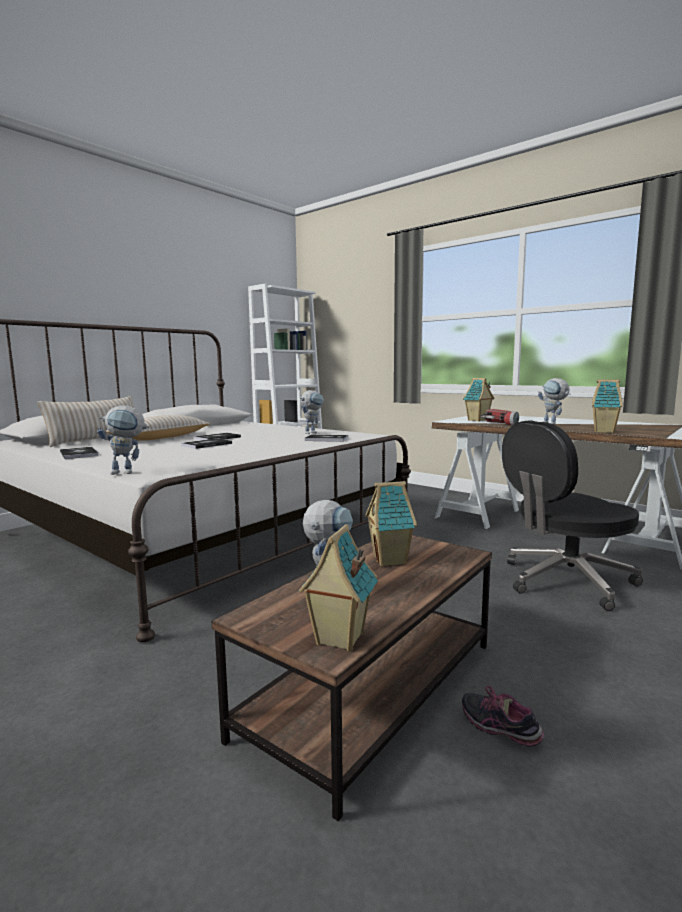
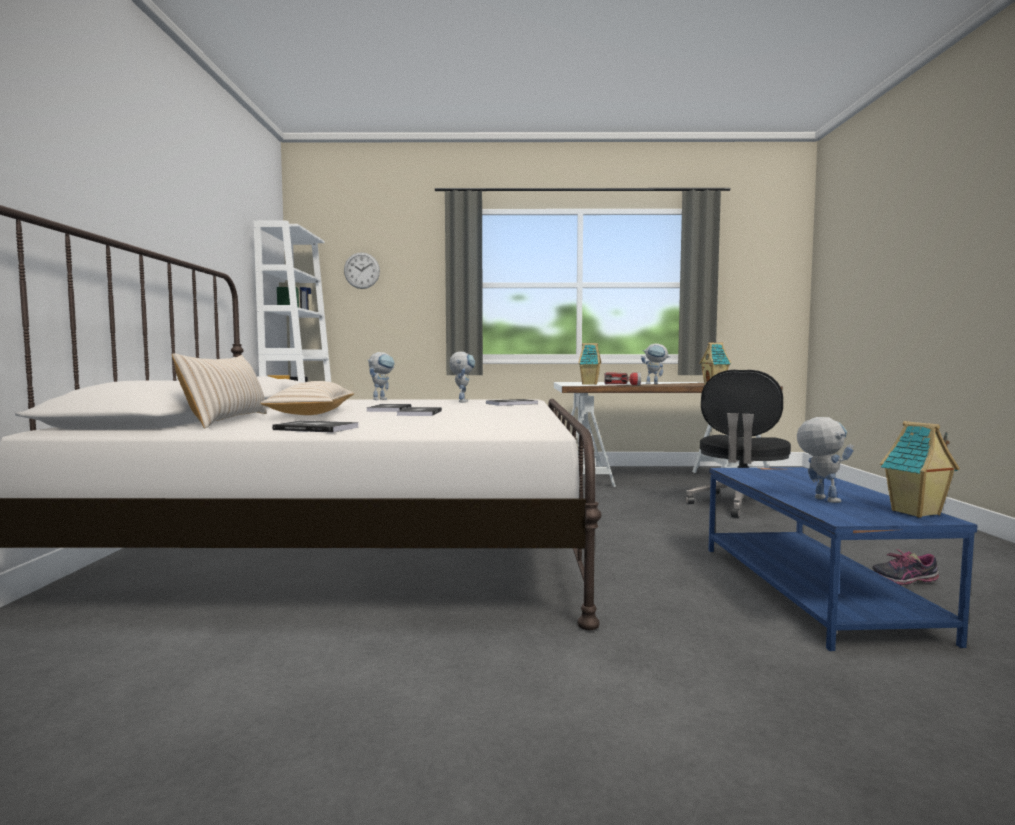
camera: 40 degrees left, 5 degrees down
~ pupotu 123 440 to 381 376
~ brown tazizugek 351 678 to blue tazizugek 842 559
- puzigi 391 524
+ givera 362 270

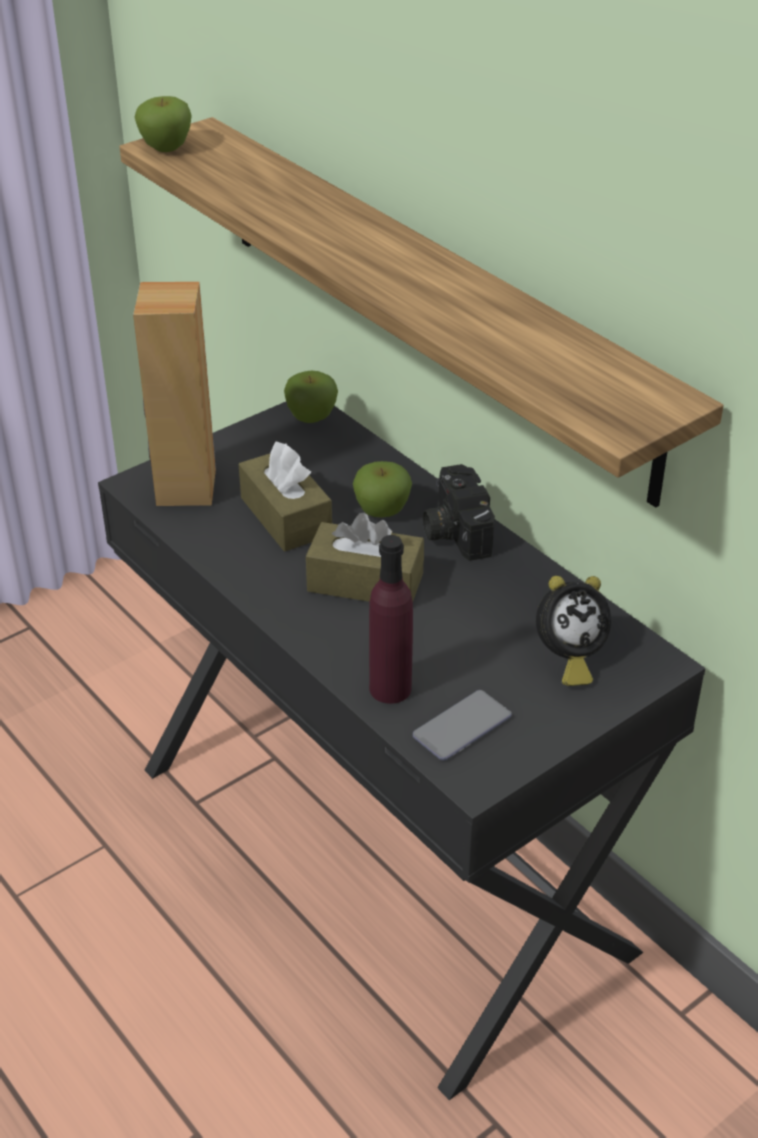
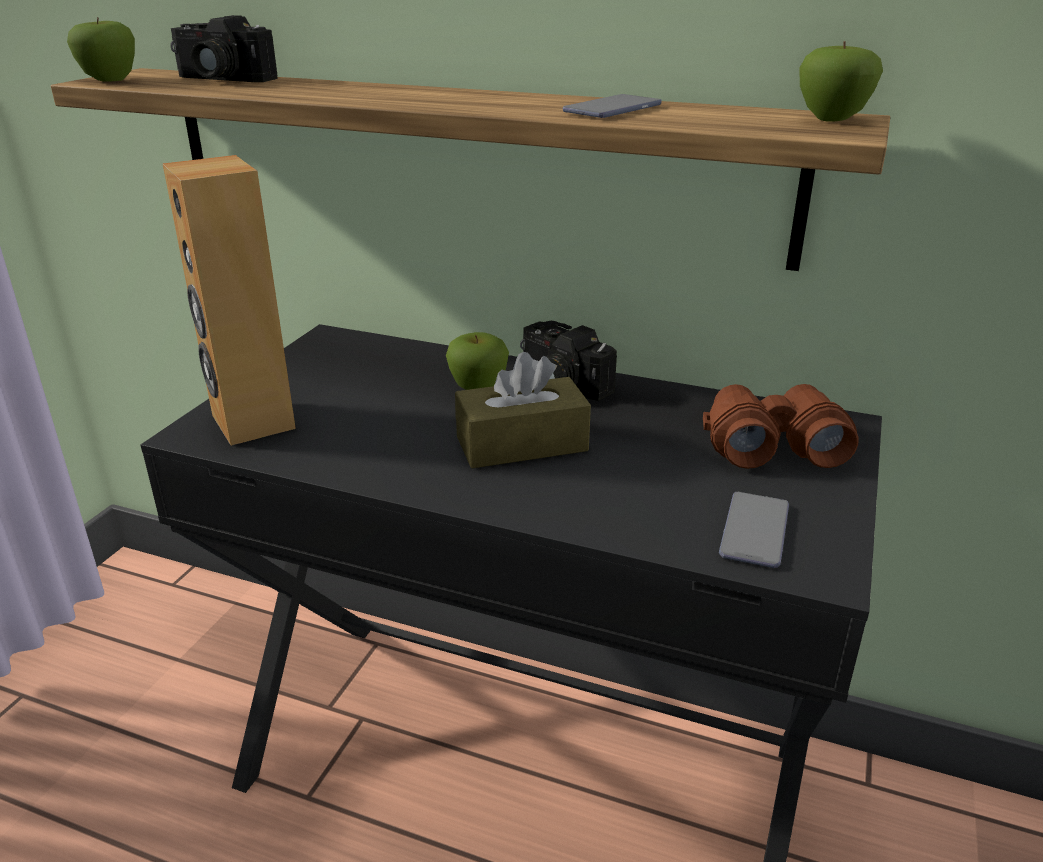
camera: 30 degrees left, 10 degrees down
- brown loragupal 285 496
~ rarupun 311 397 to 841 81
- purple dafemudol 391 619
~ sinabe 573 631 to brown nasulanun 781 426
+ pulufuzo 224 48
+ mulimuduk 612 106

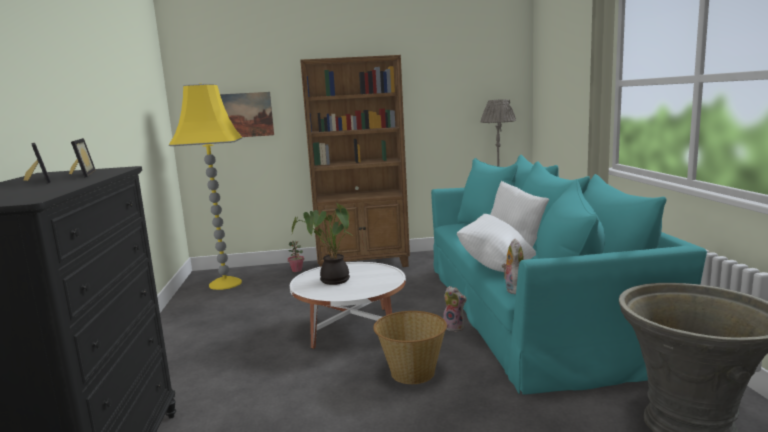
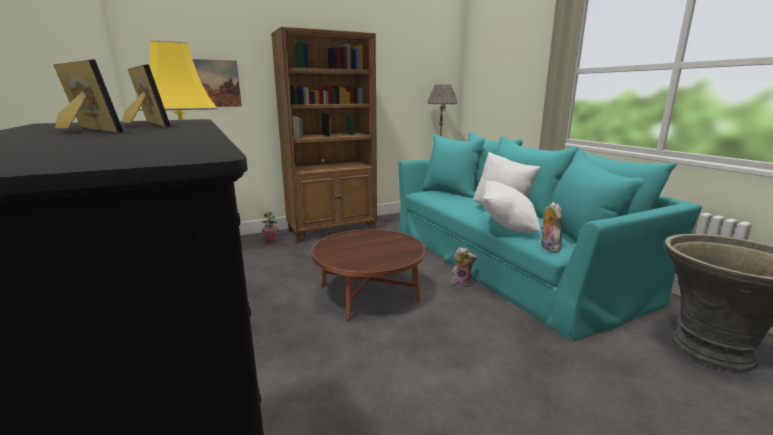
camera: 20 degrees left, 5 degrees up
~ white tazizugek 348 305 to brown tazizugek 368 275
- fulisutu 321 244
- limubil 410 347

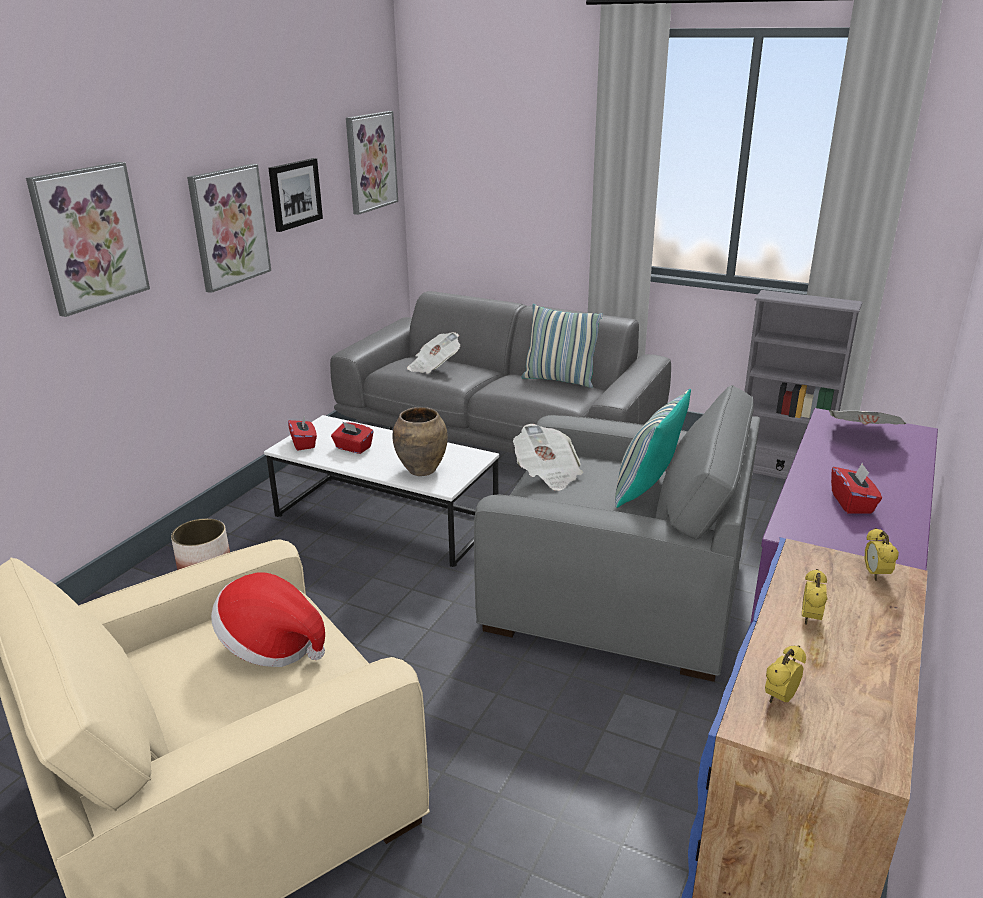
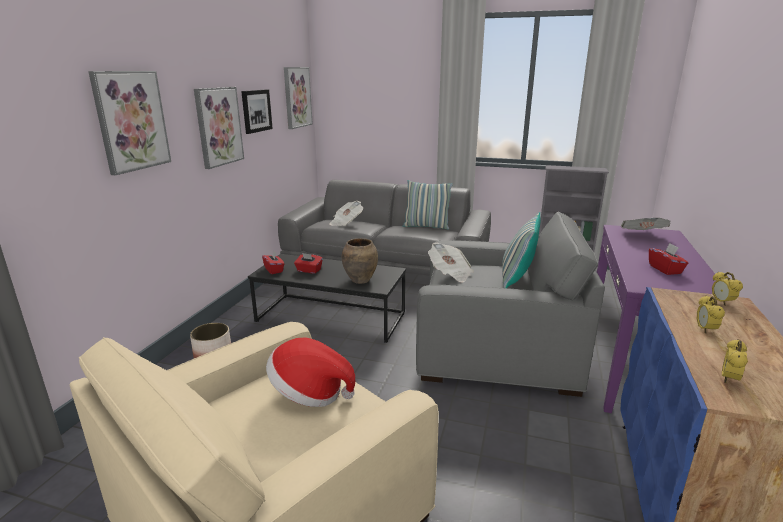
camera: 10 degrees left, 5 degrees down
~ white tazizugek 381 491 to black tazizugek 327 298

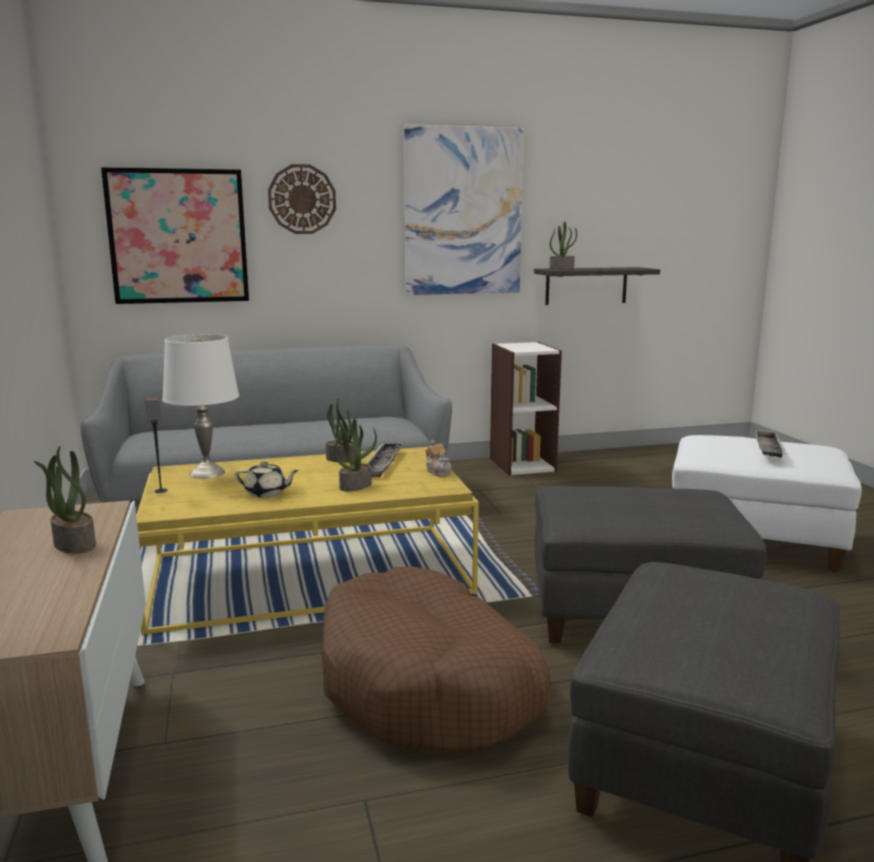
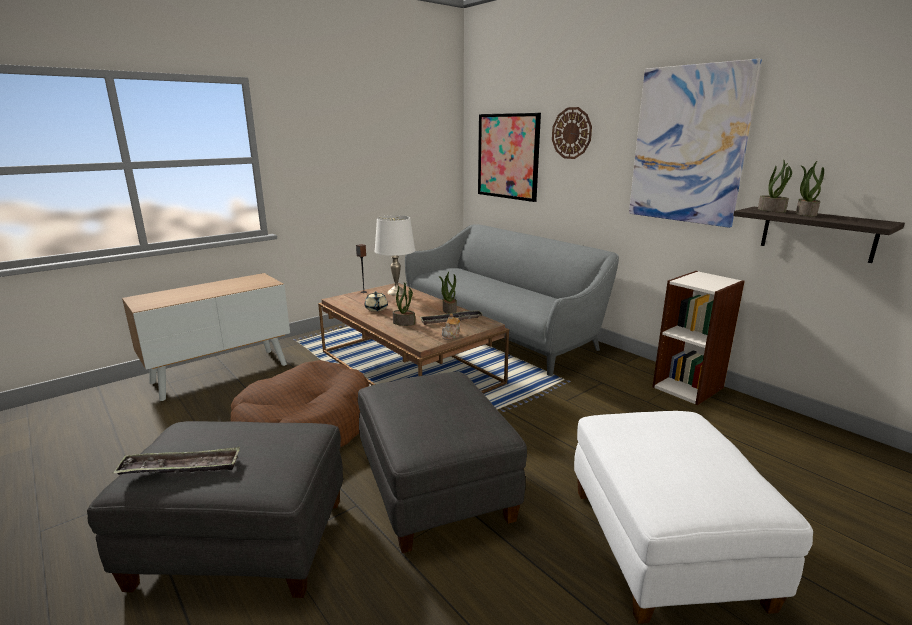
camera: 65 degrees right, 5 degrees up
~ fulisutu 65 500 to 810 189
~ yellow tazizugek 307 541 to brown tazizugek 413 338
~ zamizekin 770 443 to 176 461

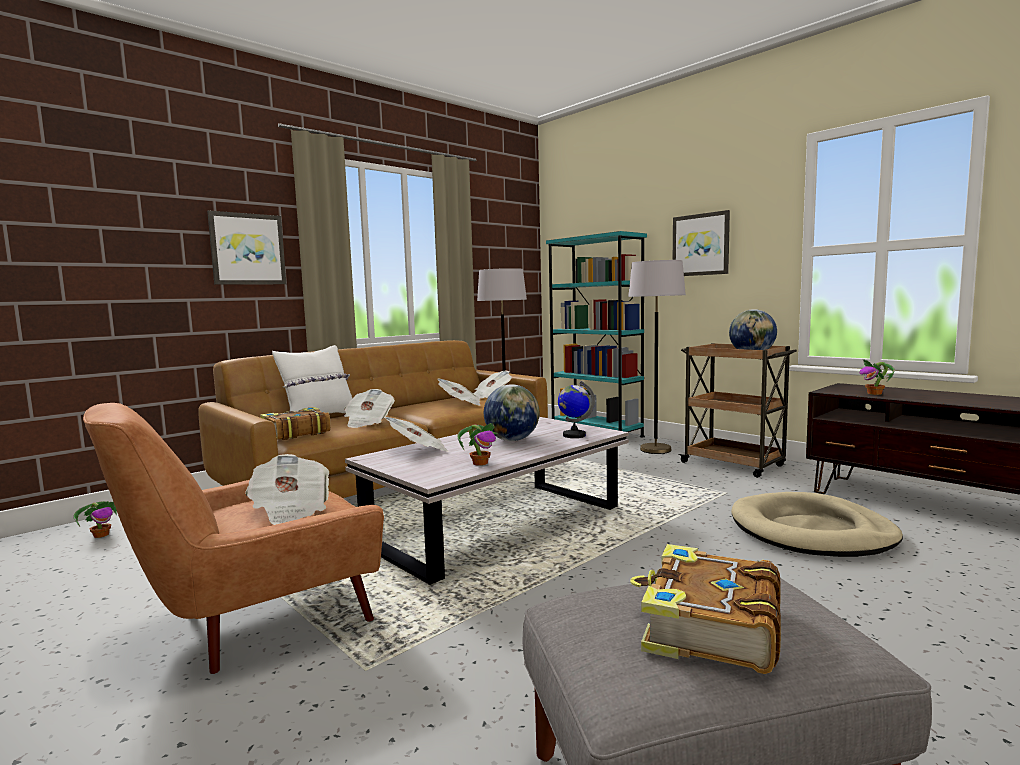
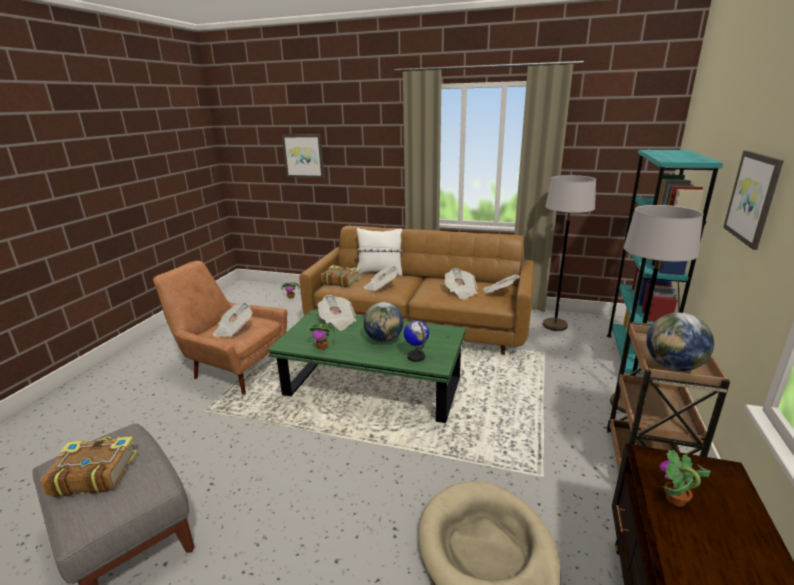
camera: 60 degrees right, 15 degrees up
~ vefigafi 246 248 to 303 156
~ white tazizugek 487 501 to green tazizugek 367 366

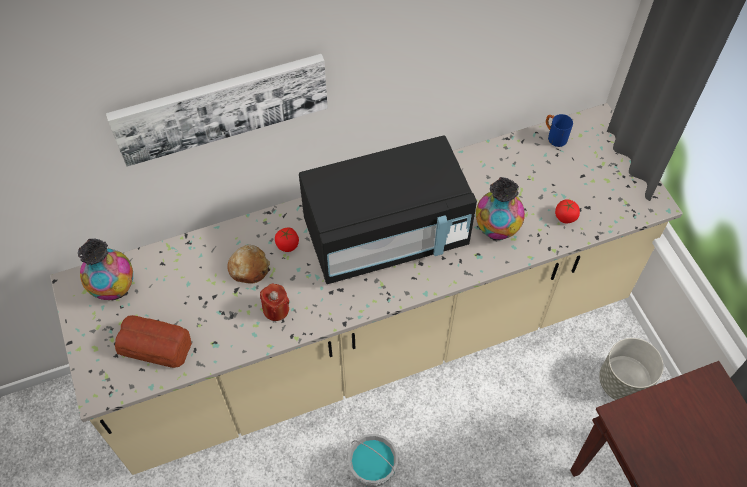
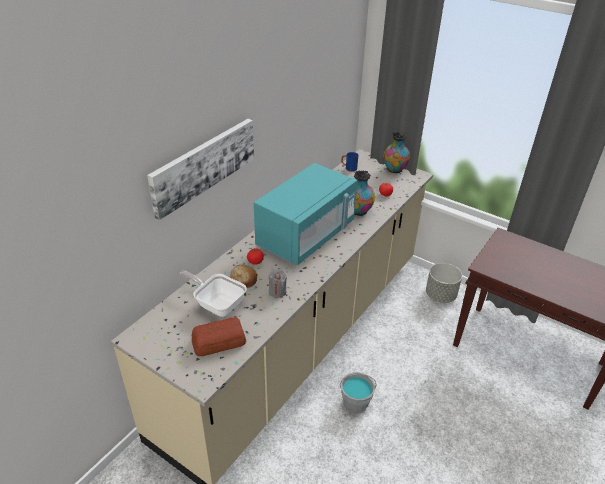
camera: 35 degrees left, 20 degrees down
~ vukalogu 105 269 to 396 152
~ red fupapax 274 302 to grey fupapax 278 284
~ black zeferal 388 209 to turquoise zeferal 306 214
+ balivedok 213 294

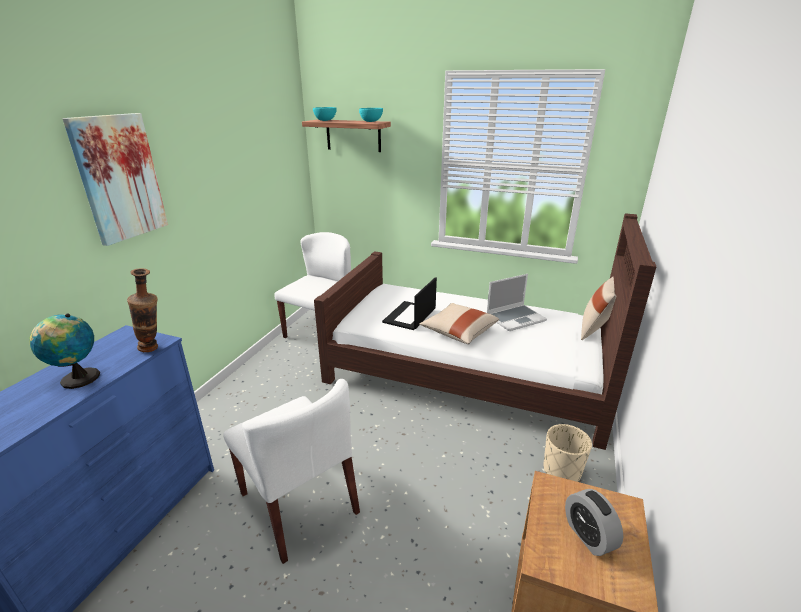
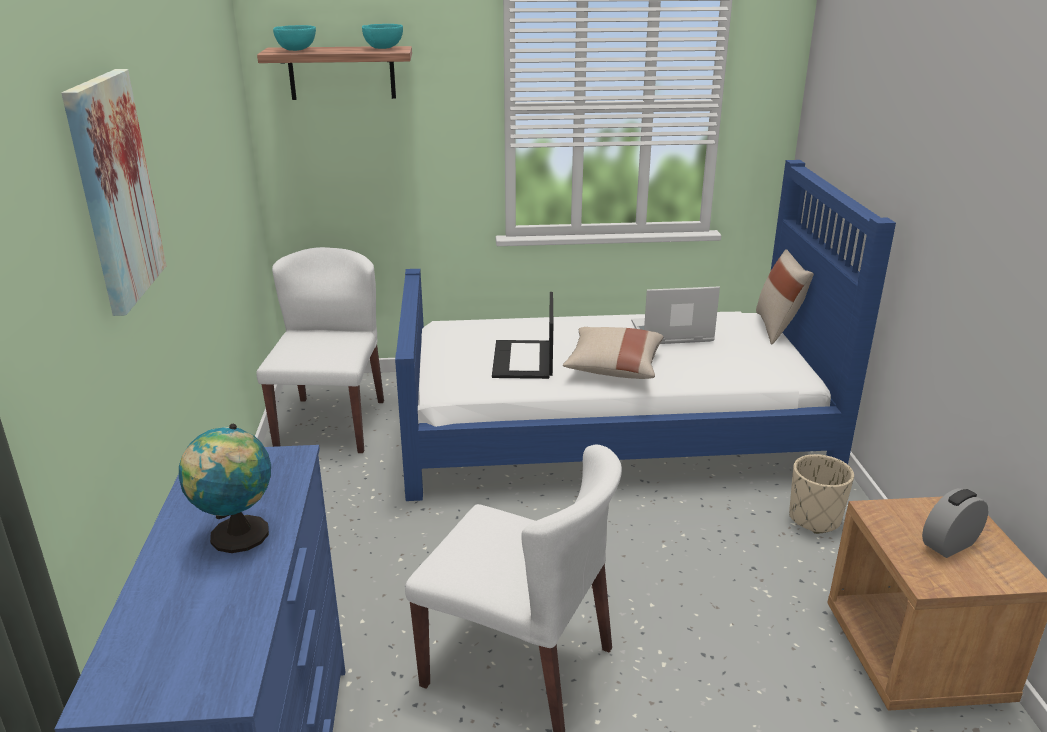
camera: 25 degrees left, 0 degrees up
- vukalogu 142 310
~ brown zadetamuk 485 331 to blue zadetamuk 645 330
~ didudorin 517 302 = 675 315 135 degrees counterclockwise
~ sinabe 594 522 = 955 523 105 degrees clockwise

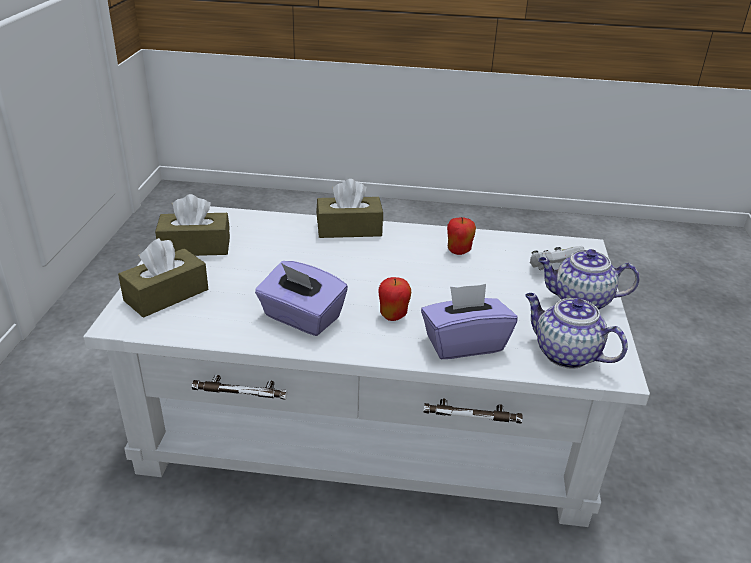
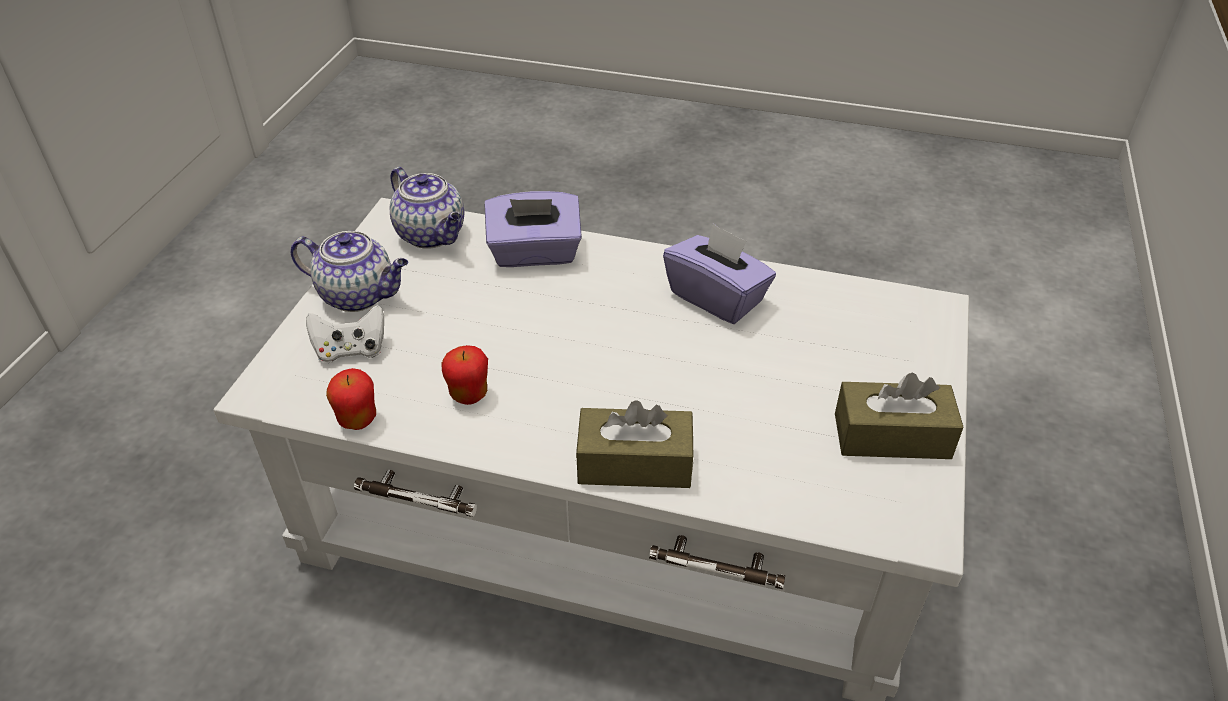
camera: 170 degrees left, 10 degrees up
- brown loragupal 163 278
~ rarupun 394 299 to 351 399

